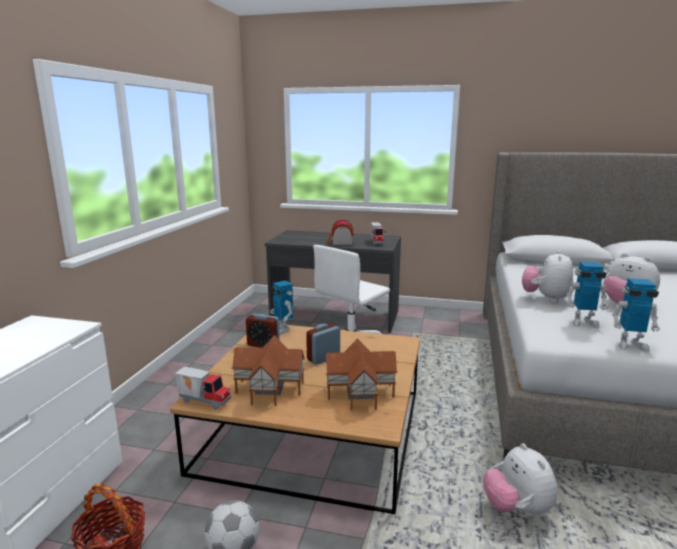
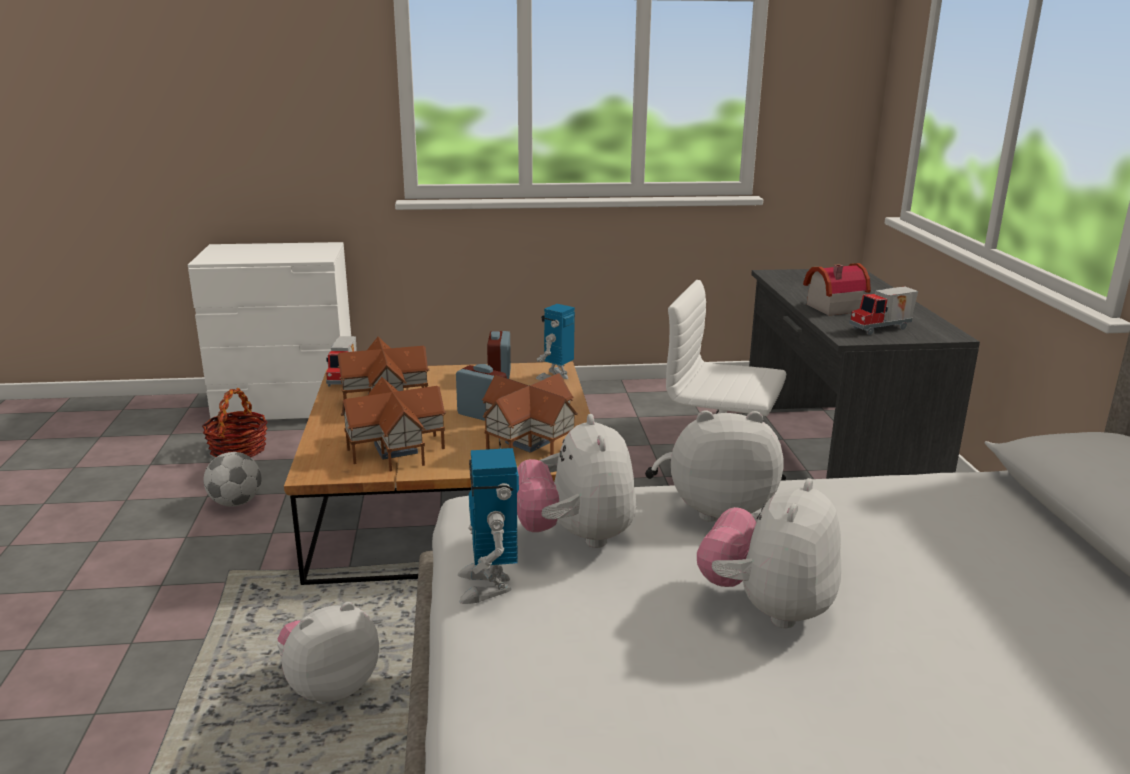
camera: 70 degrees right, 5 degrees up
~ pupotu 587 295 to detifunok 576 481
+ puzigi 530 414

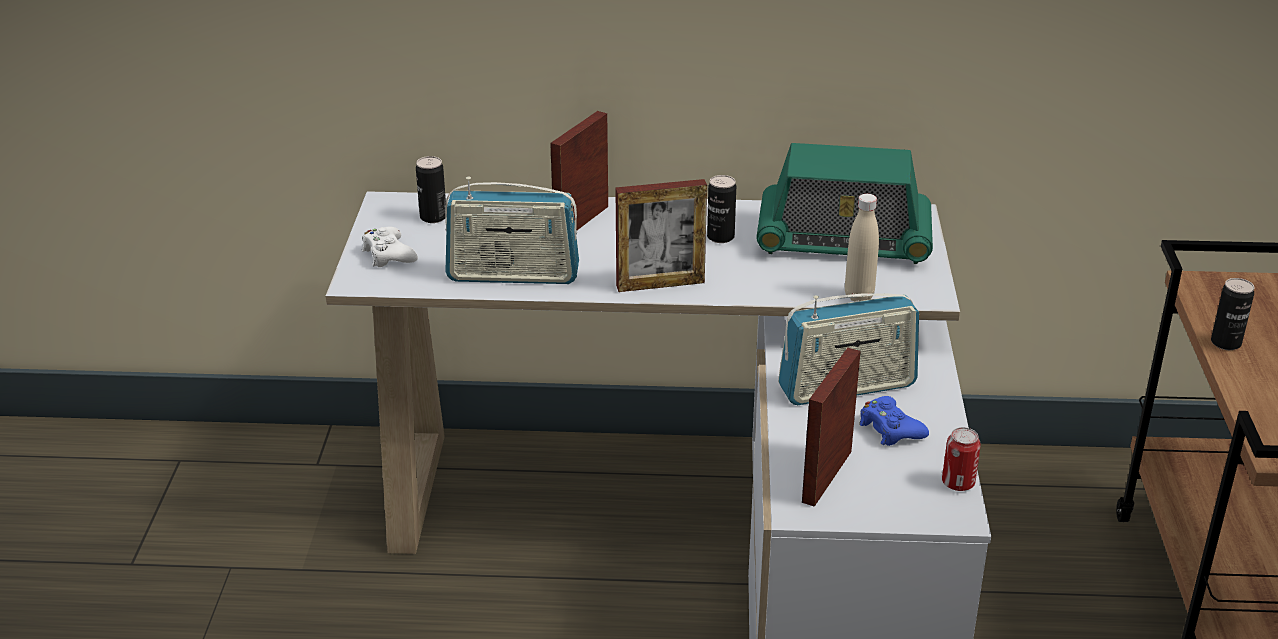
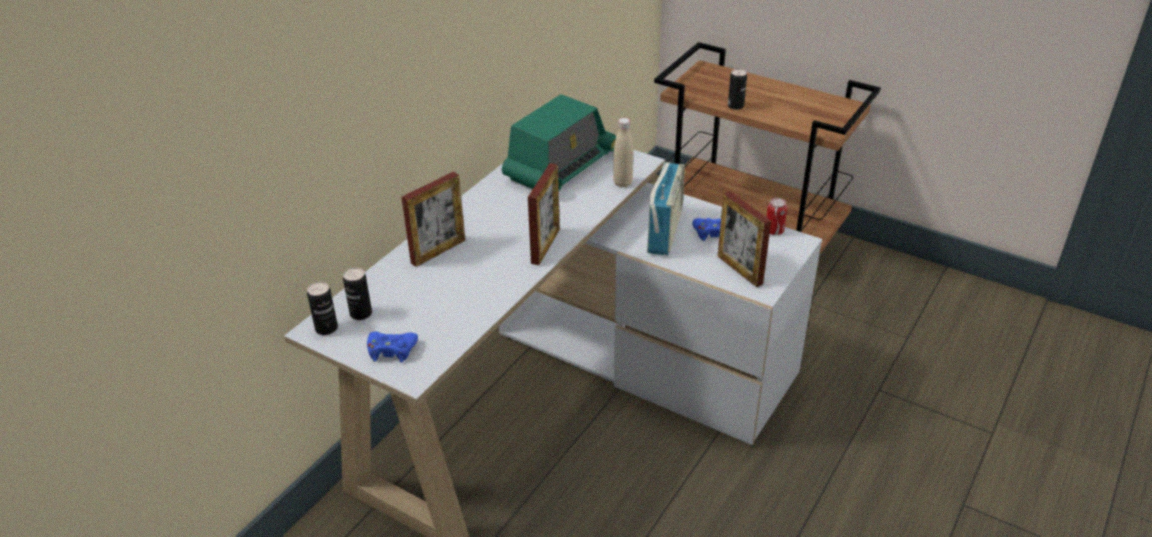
camera: 60 degrees left, 5 degrees up
~ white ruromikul 390 247 to blue ruromikul 392 347
- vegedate 512 230
~ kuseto 579 170 = 434 219 105 degrees counterclockwise
~ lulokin 721 209 to 322 308

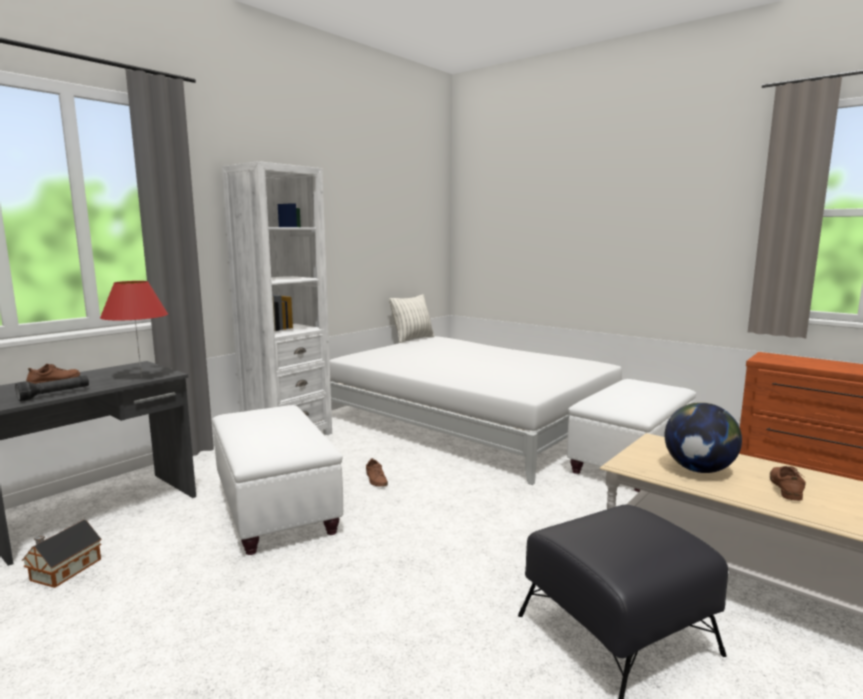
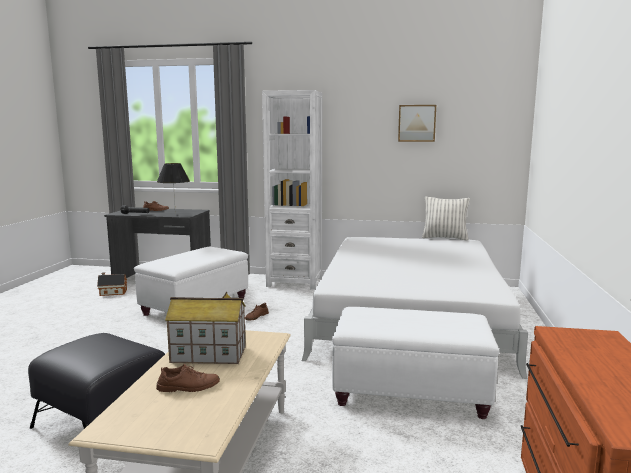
camera: 60 degrees right, 0 degrees up
~ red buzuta 134 329 to black buzuta 173 189
~ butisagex 703 437 to puzigi 205 328
+ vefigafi 417 123

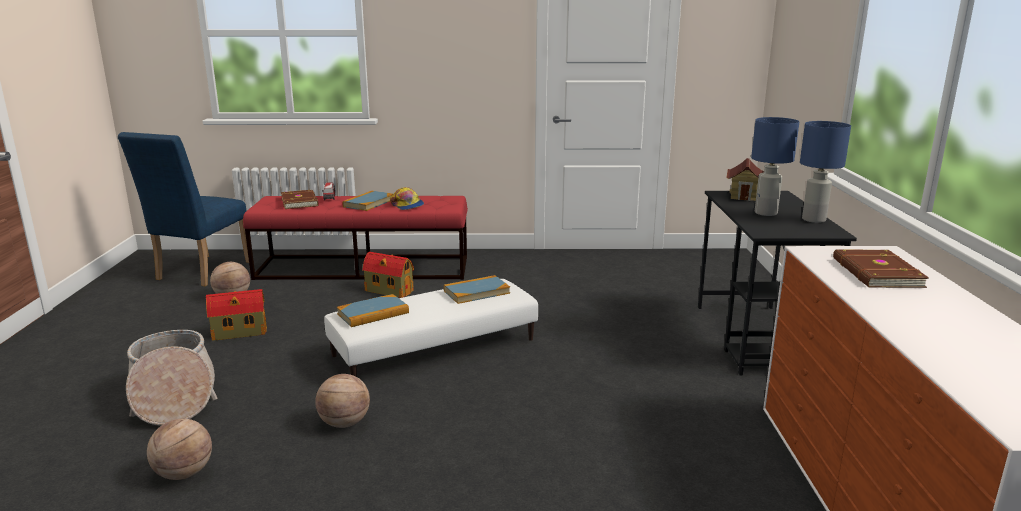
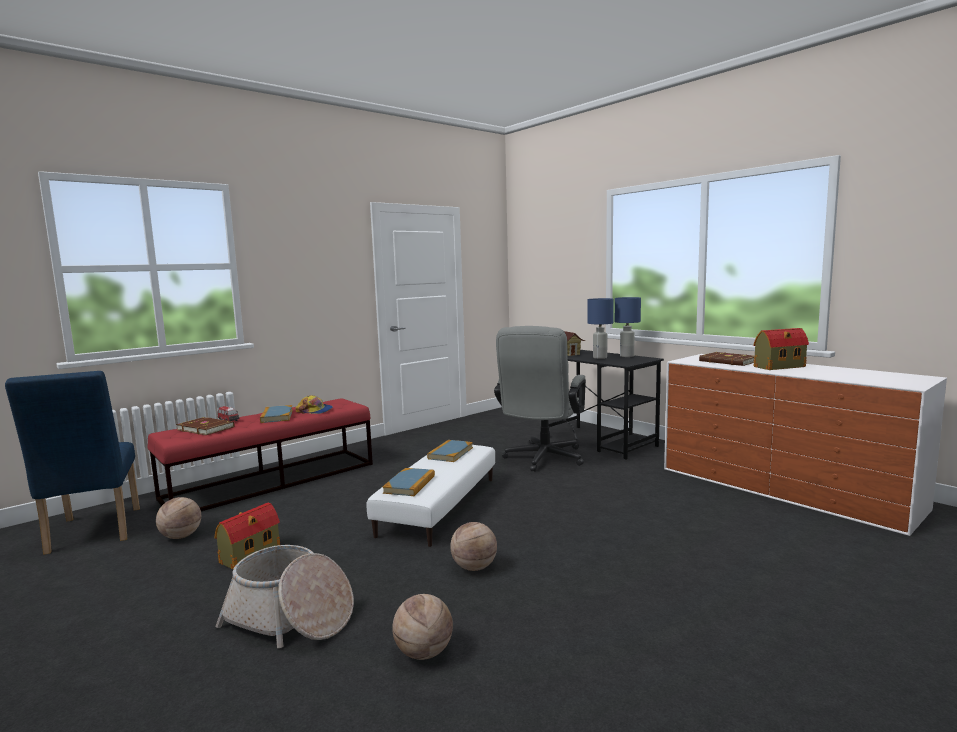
camera: 40 degrees left, 10 degrees down
~ puzigi 388 275 to 781 349
+ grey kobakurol 540 399

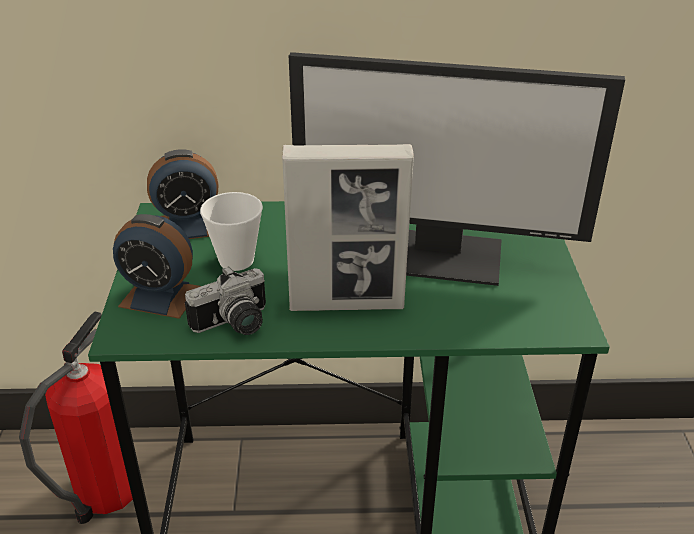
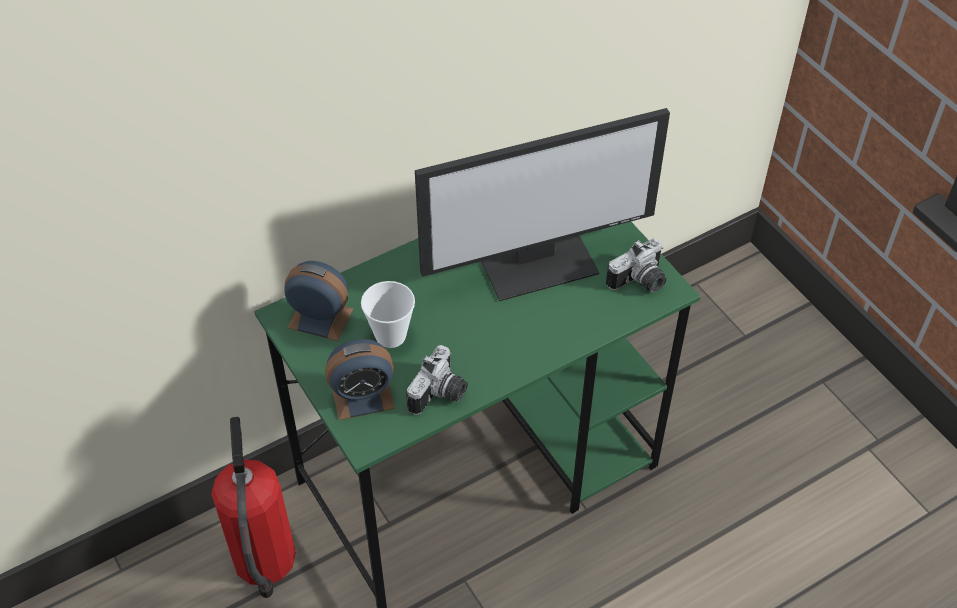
camera: 30 degrees left, 15 degrees up
~ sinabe 182 194 = 318 301 120 degrees counterclockwise
- kuseto 348 227
+ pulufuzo 636 265

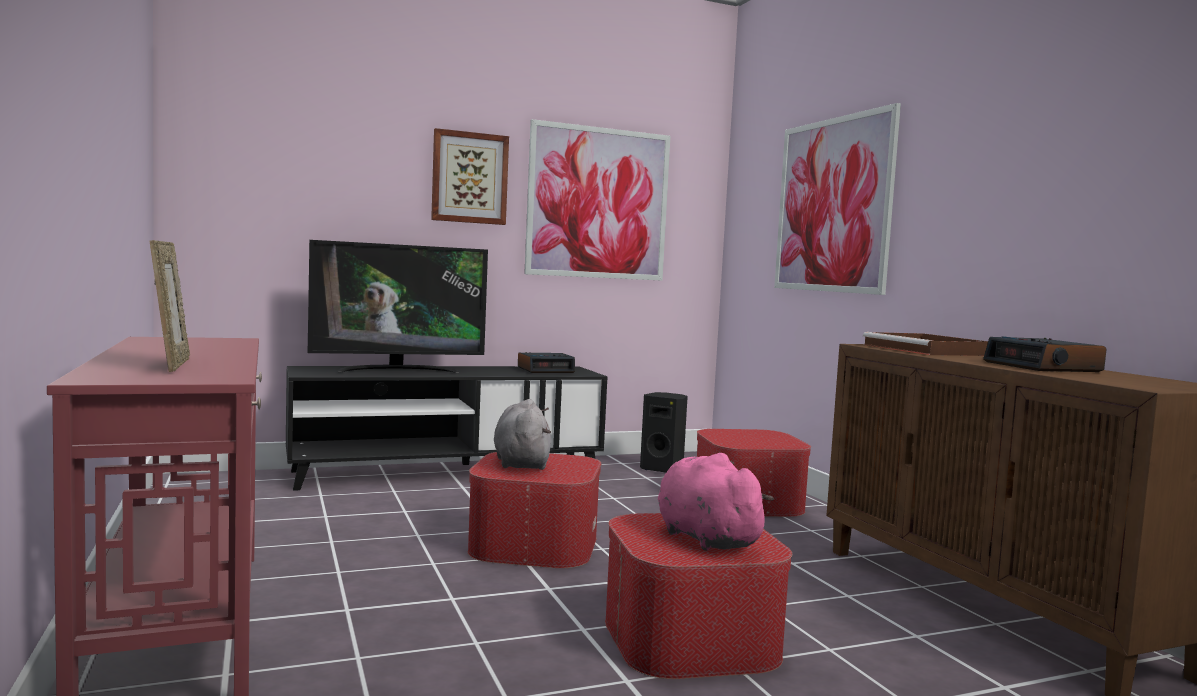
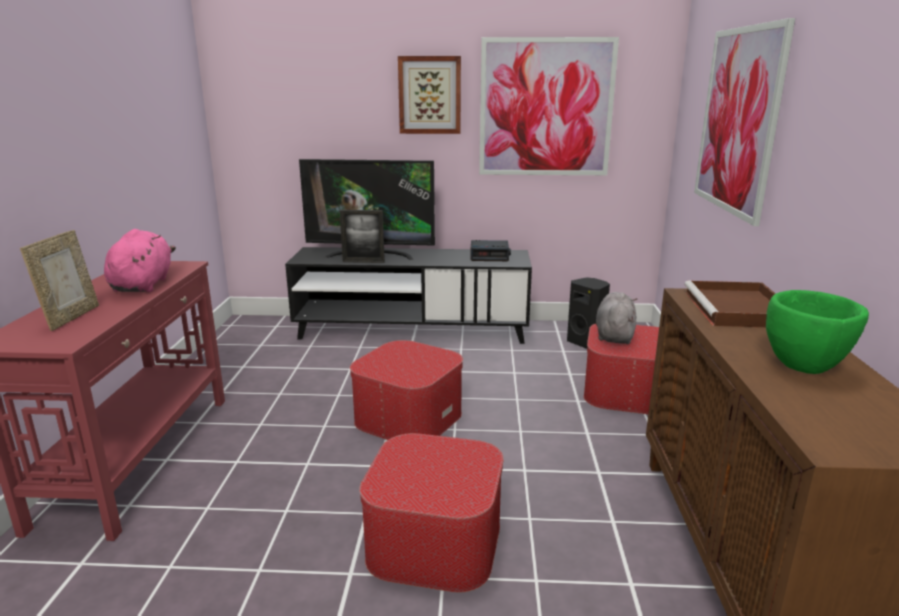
camera: 25 degrees right, 15 degrees up
~ grey detifunok 522 434 to 617 318
~ pink detifunok 716 502 to 140 260
~ sinabe 1045 354 to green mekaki 817 332
+ kuseto 362 236

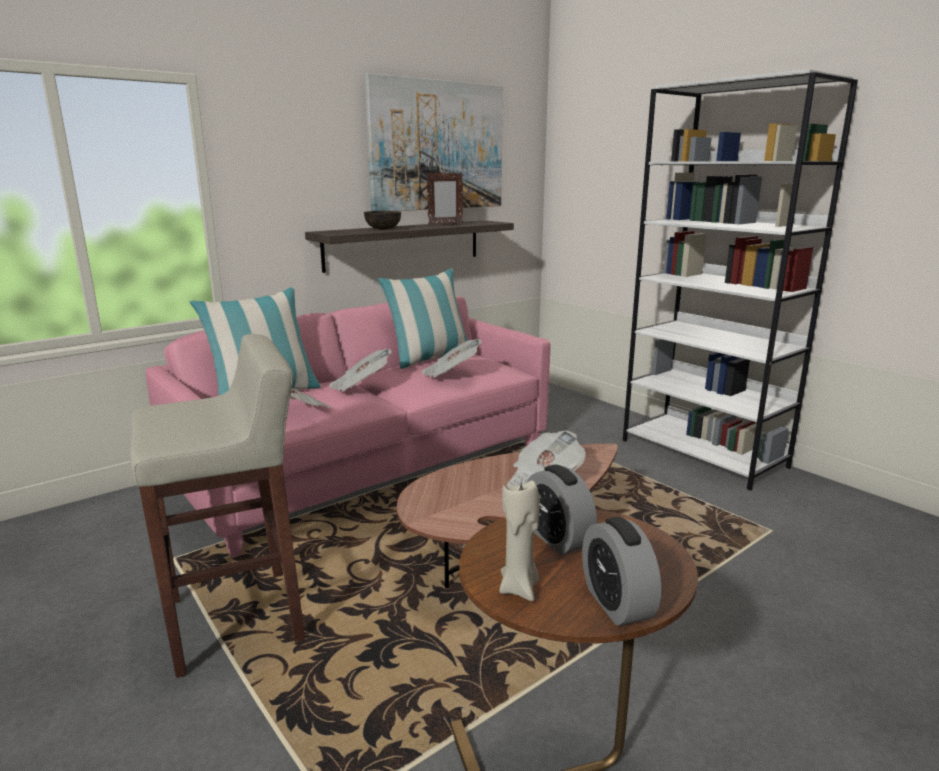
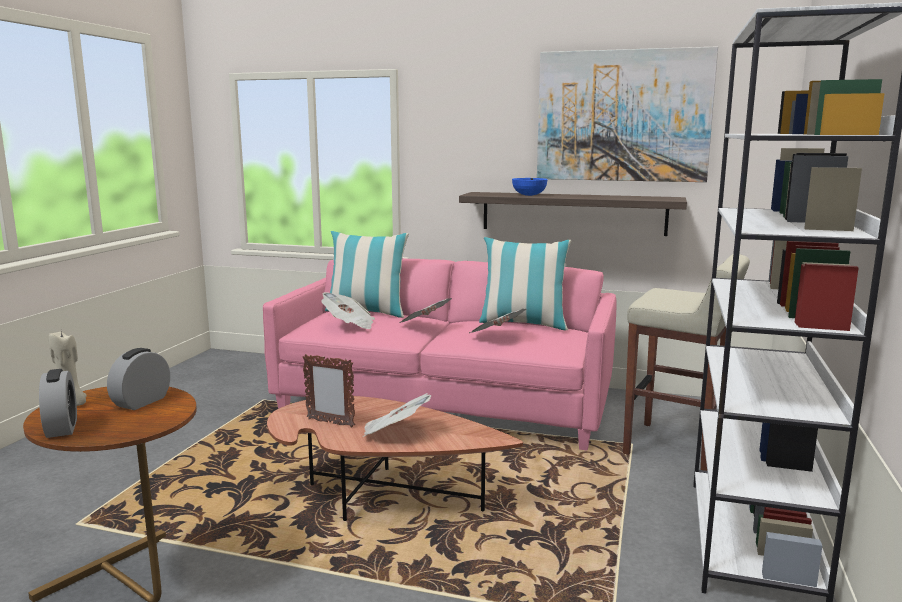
camera: 55 degrees right, 5 degrees down
~ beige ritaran 217 506 to 686 362
~ brown mekaki 382 220 to blue mekaki 530 187
~ kuseto 444 199 to 328 390
~ sinabe 622 571 = 58 403 120 degrees clockwise

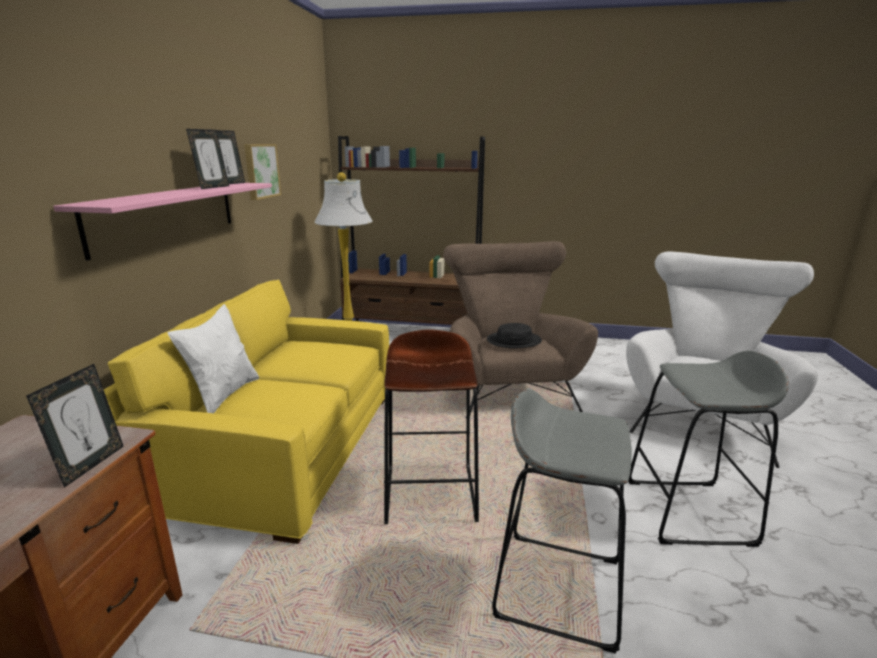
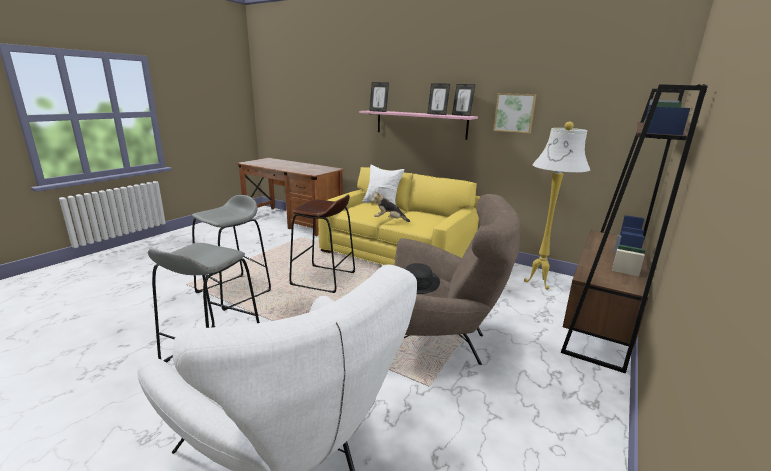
camera: 110 degrees right, 0 degrees up
~ kuseto 75 426 to 379 97
+ detifunok 390 206

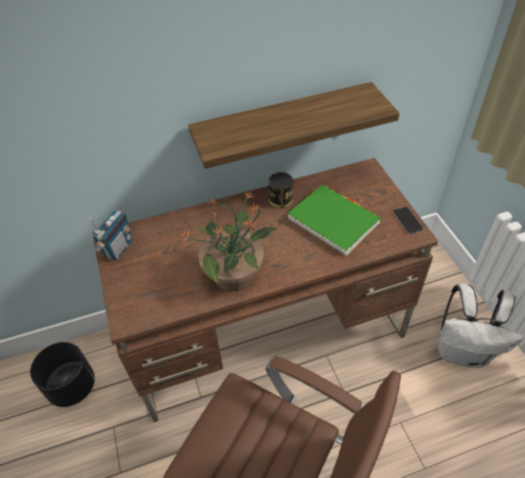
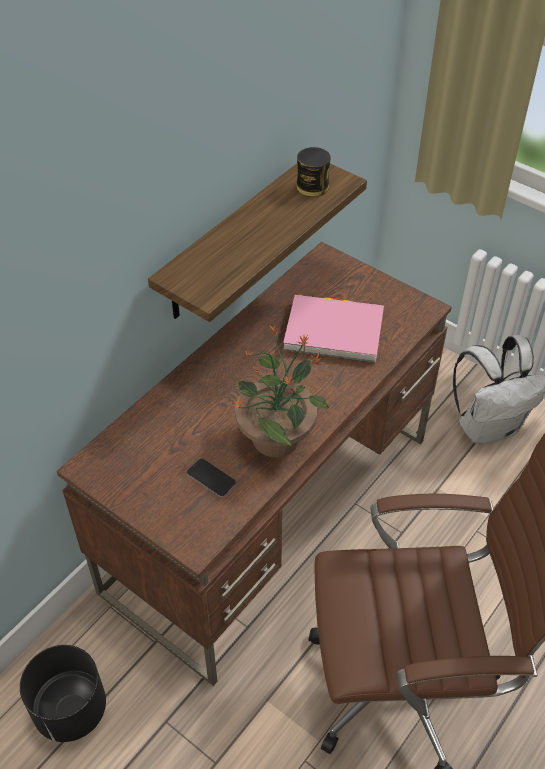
camera: 35 degrees left, 0 degrees up
- vegedate 110 235
~ lulokin 281 190 to 314 172
~ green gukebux 334 220 to pink gukebux 333 328
~ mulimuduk 408 220 to 211 478

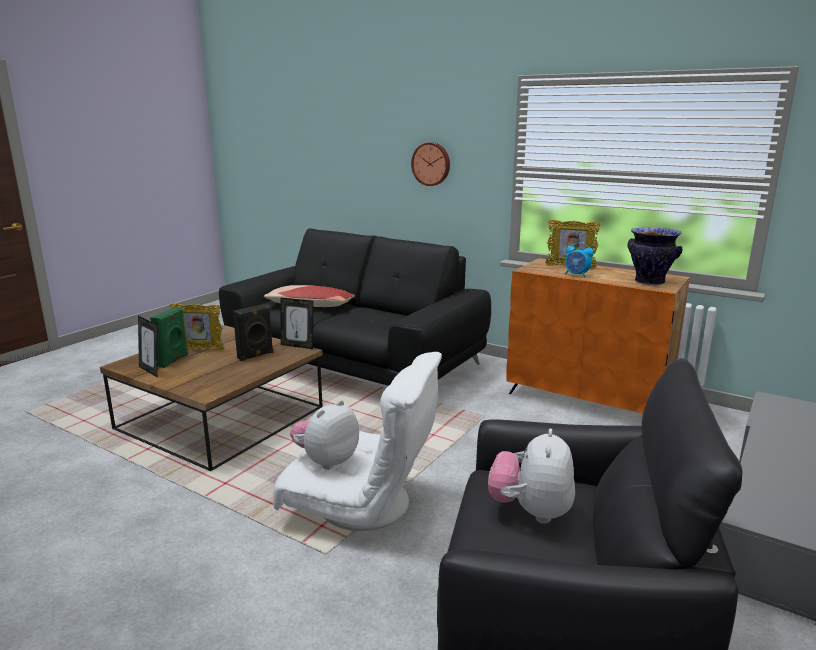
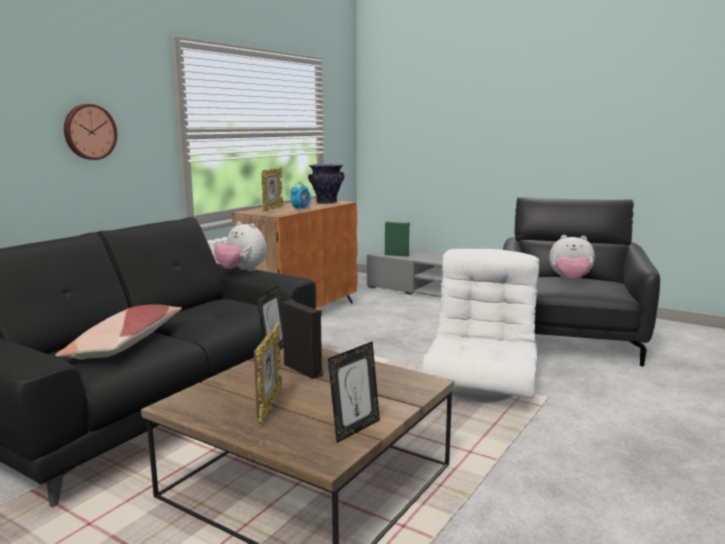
camera: 90 degrees left, 5 degrees down
~ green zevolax 169 337 to 397 239
~ detifunok 324 435 to 240 246

